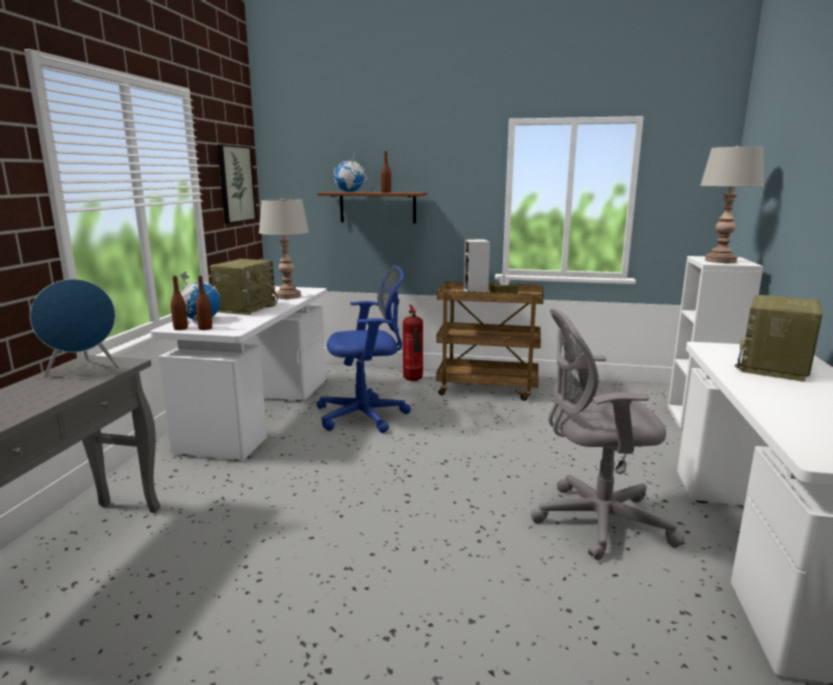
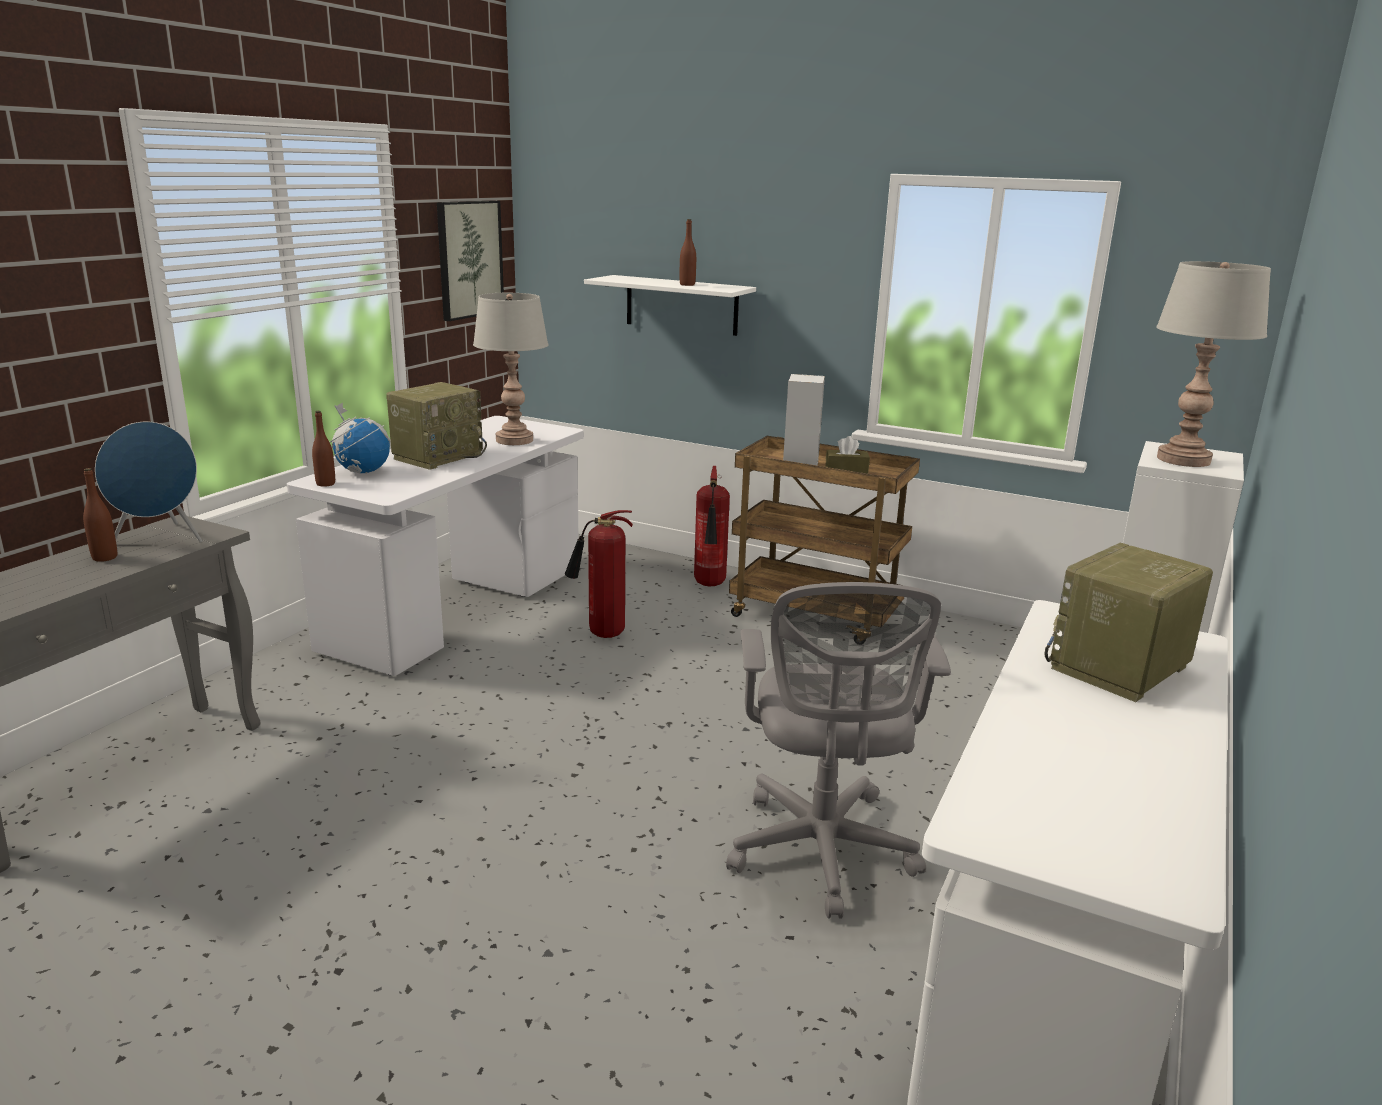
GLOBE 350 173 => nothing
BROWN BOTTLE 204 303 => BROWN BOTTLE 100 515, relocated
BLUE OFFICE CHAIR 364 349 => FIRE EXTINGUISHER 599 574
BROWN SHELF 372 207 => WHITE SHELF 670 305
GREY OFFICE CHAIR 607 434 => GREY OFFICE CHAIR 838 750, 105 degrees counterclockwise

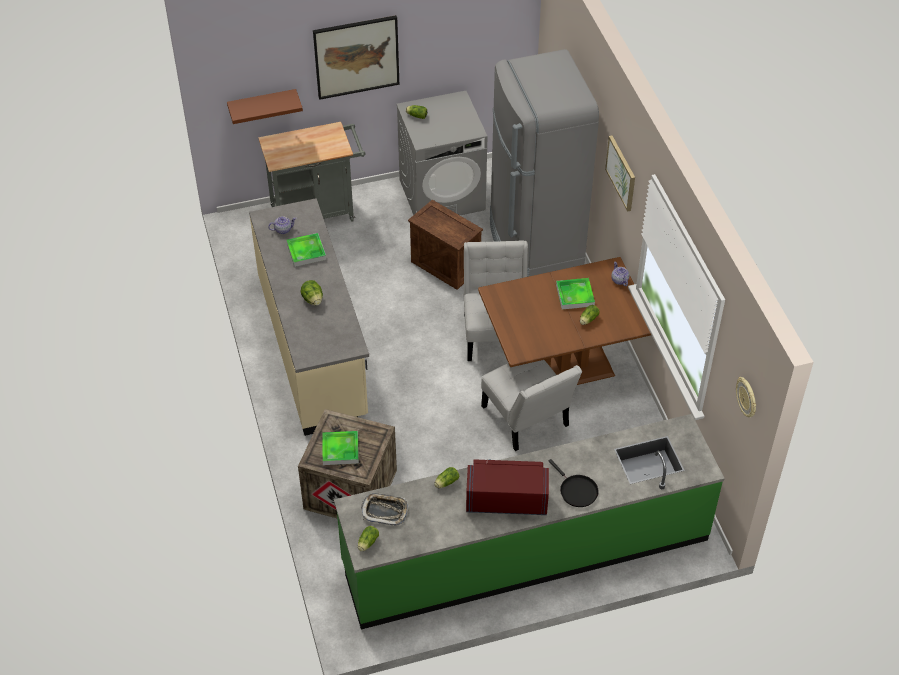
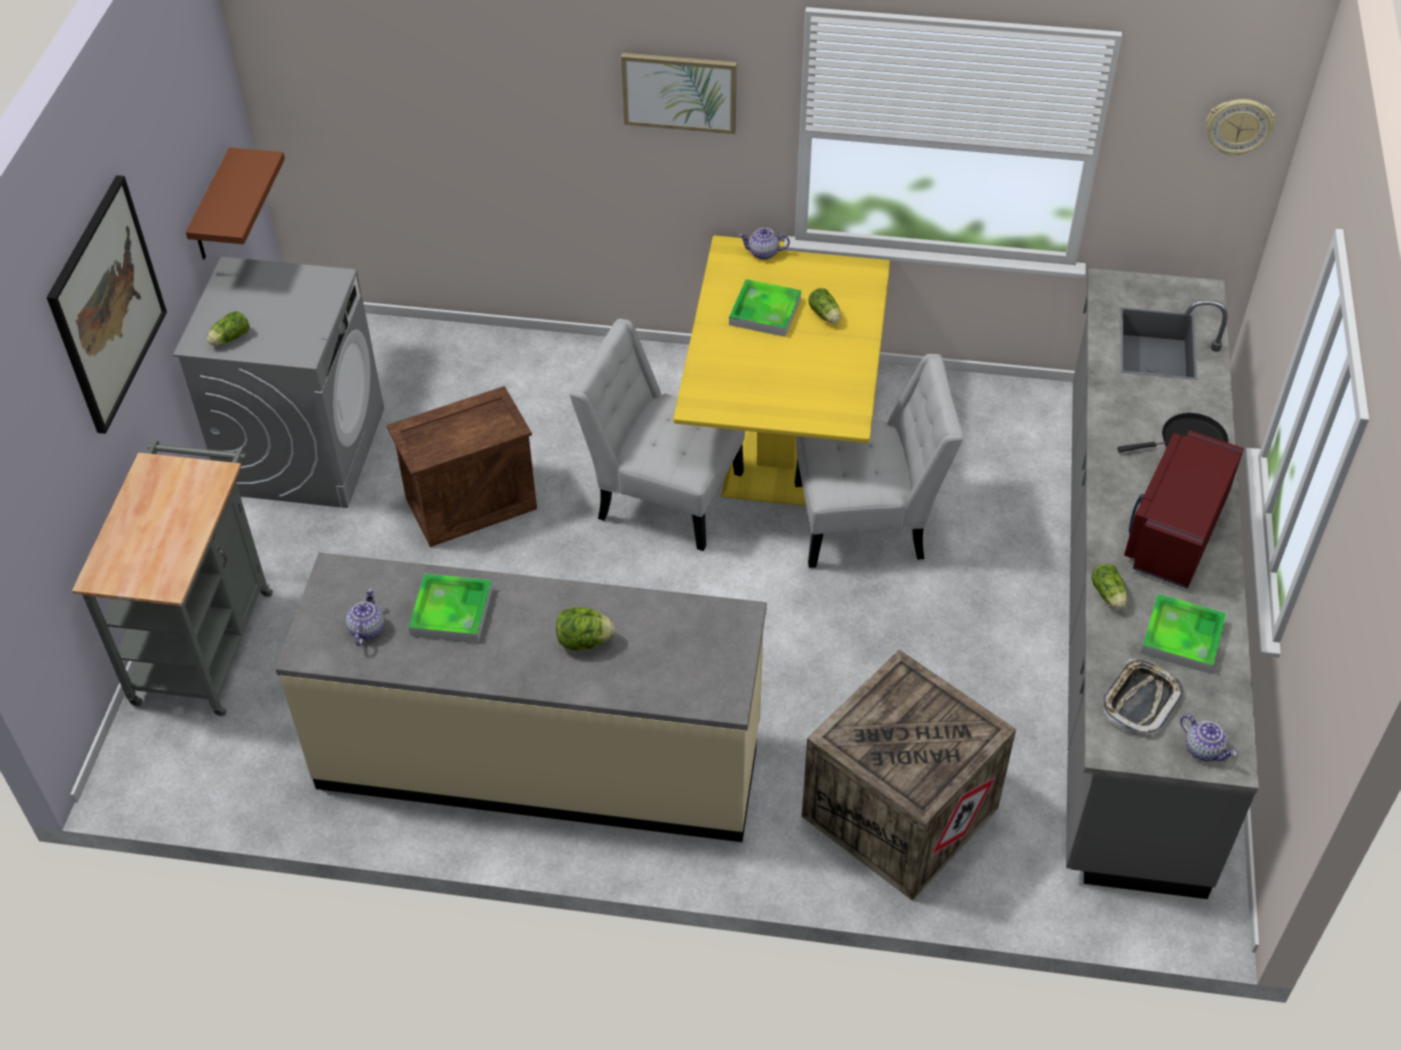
GREY FRIDGE 544 163 => nothing
BROWN SHELF 265 106 => BROWN SHELF 235 203, relocated
TRAY 341 448 => TRAY 1184 634, relocated
LETTUCE 368 539 => TEAPOT 1208 738
GREEN COUNTER 529 521 => GREY COUNTER 1162 583
BROWN DINING TABLE 564 321 => YELLOW DINING TABLE 782 370

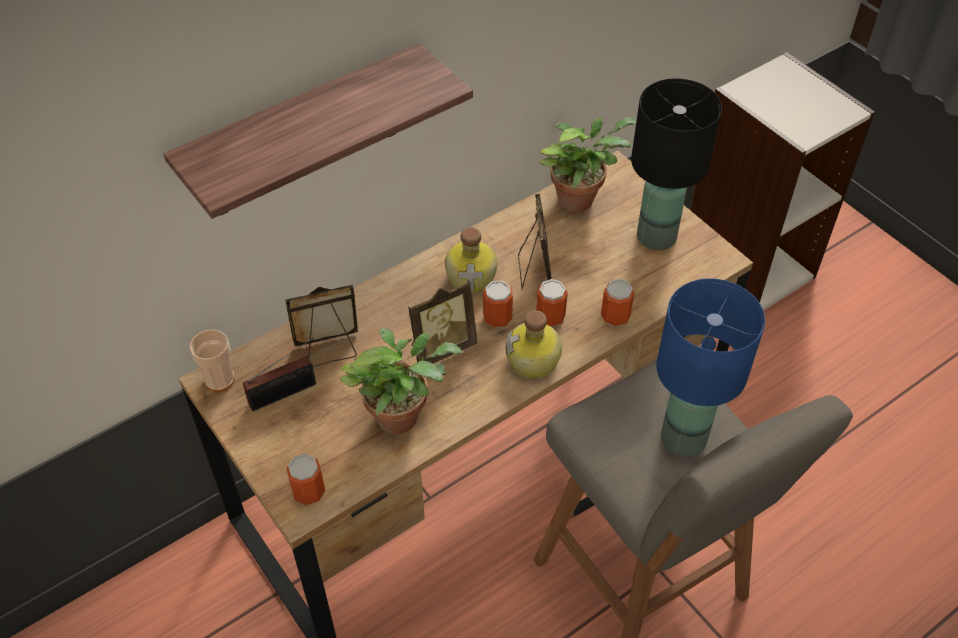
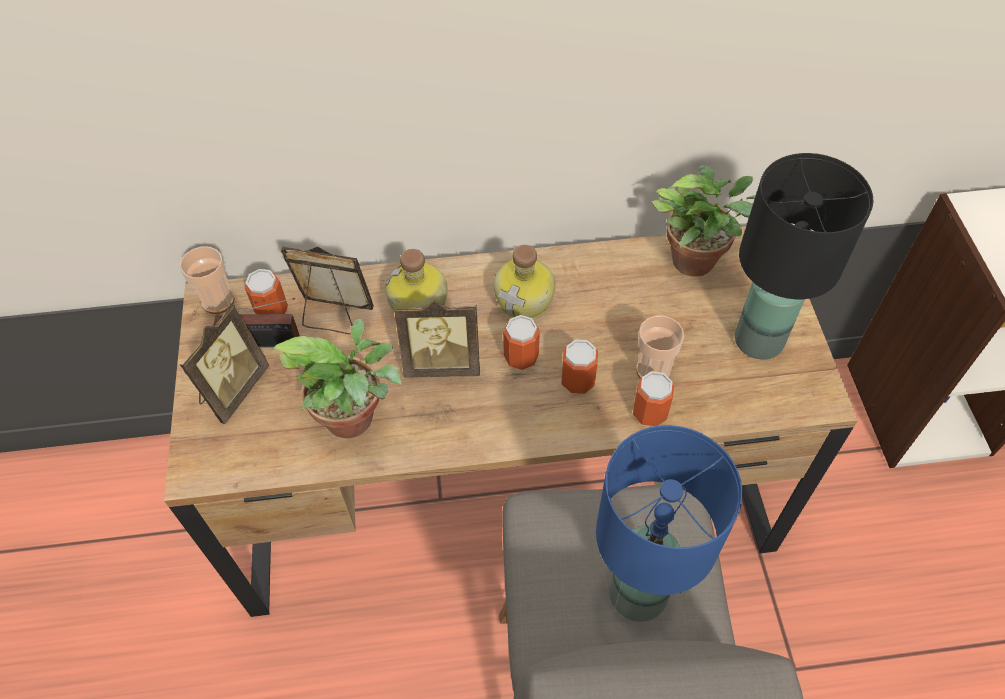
SHELF 318 131 => nothing
nothing => CUP 660 347
CAN 305 479 => CAN 266 291, relocated
BOTTLE 534 345 => BOTTLE 416 281, relocated
PICTURE FRAME 535 241 => PICTURE FRAME 224 363, relocated

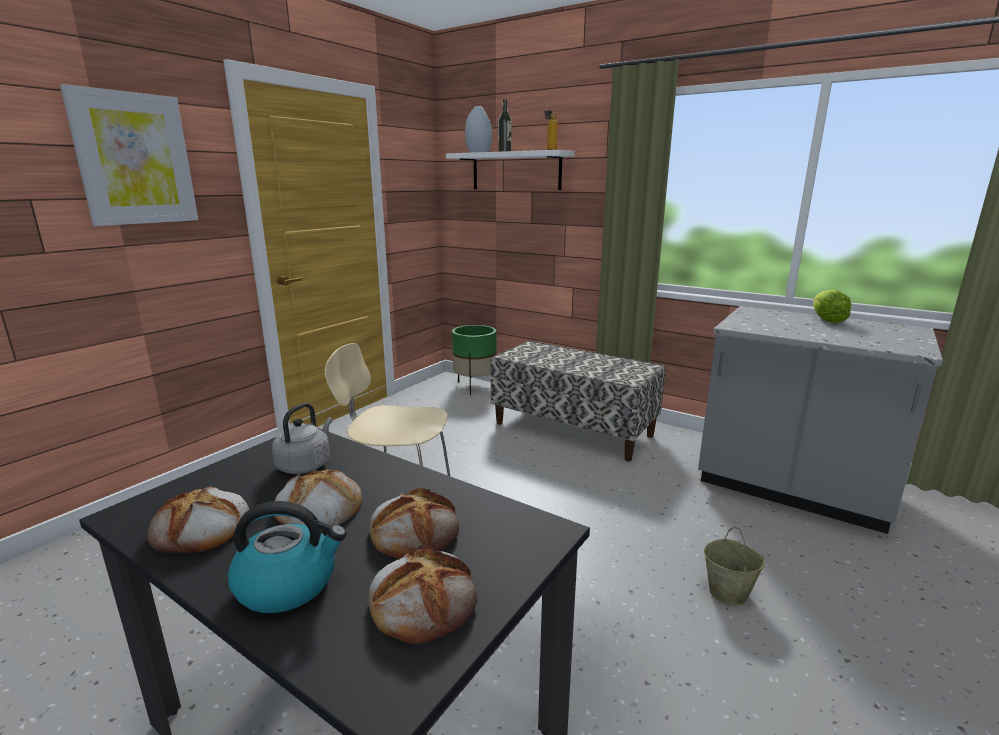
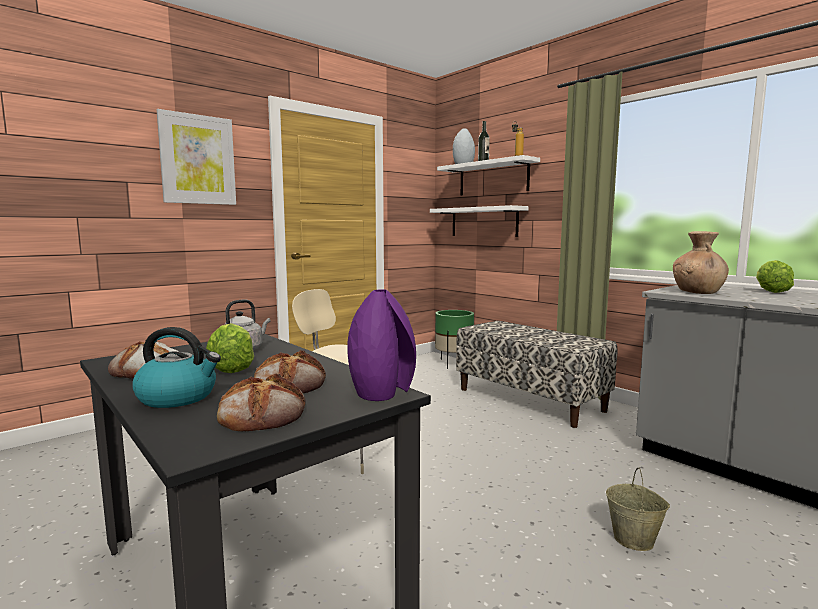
nothing => PURPLE VASE 381 345
nothing => WHITE SHELF 479 221
nothing => BROWN VASE 701 262
BREAD 318 499 => LETTUCE 230 348

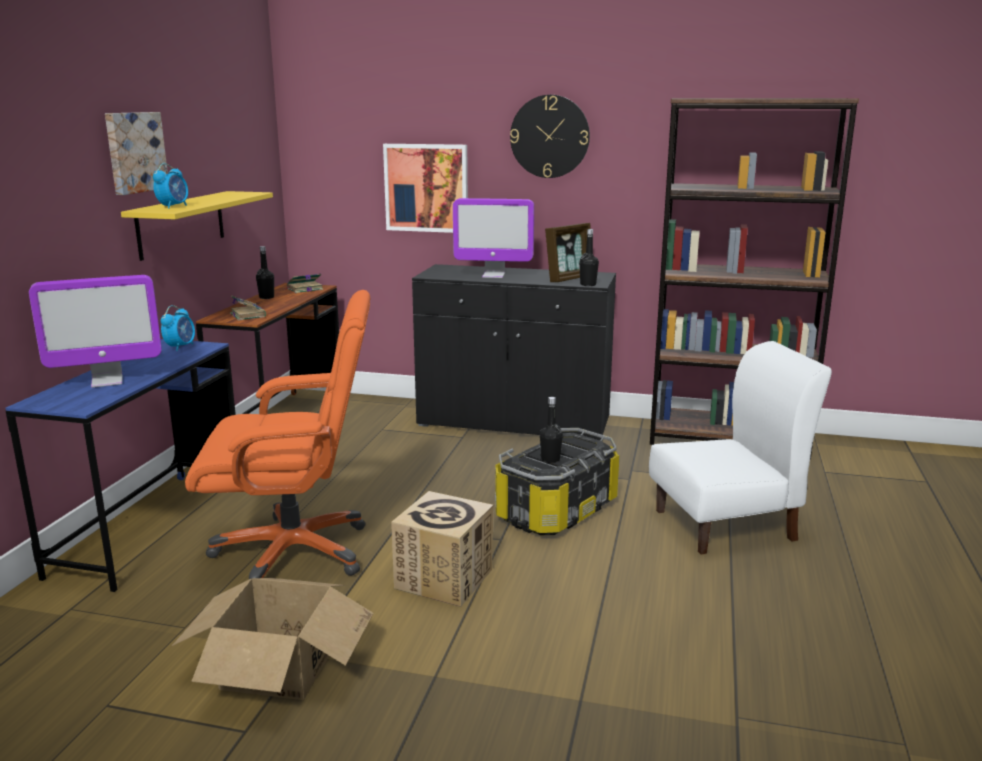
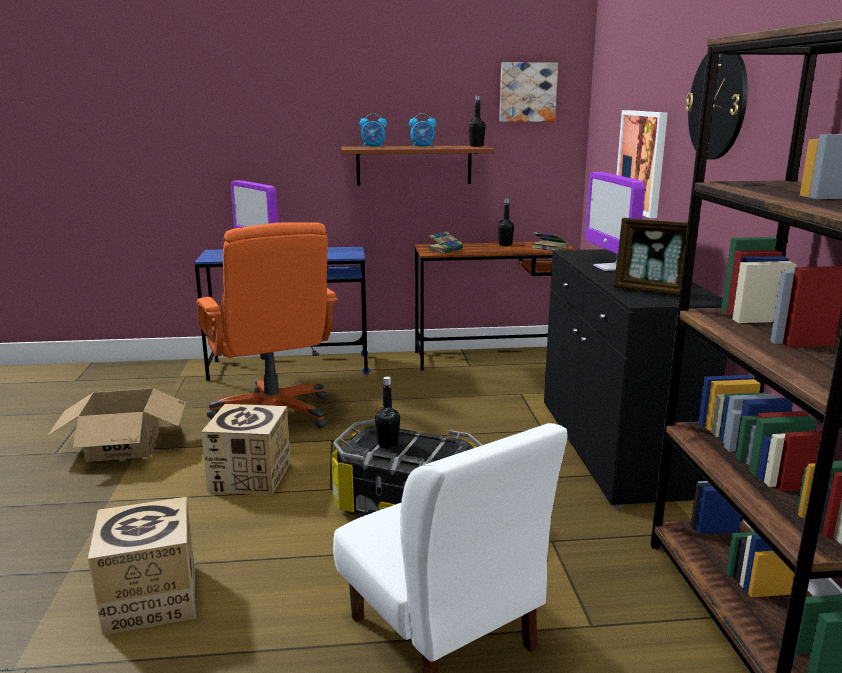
nothing => CARDBOARD BOX 142 566
PICTURE 136 153 => PICTURE 528 92, relocated
ALARM CLOCK 178 328 => ALARM CLOCK 423 130, relocated
BLACK BOTTLE 589 257 => BLACK BOTTLE 477 121, relocated
YELLOW SHELF 197 226 => BROWN SHELF 418 165

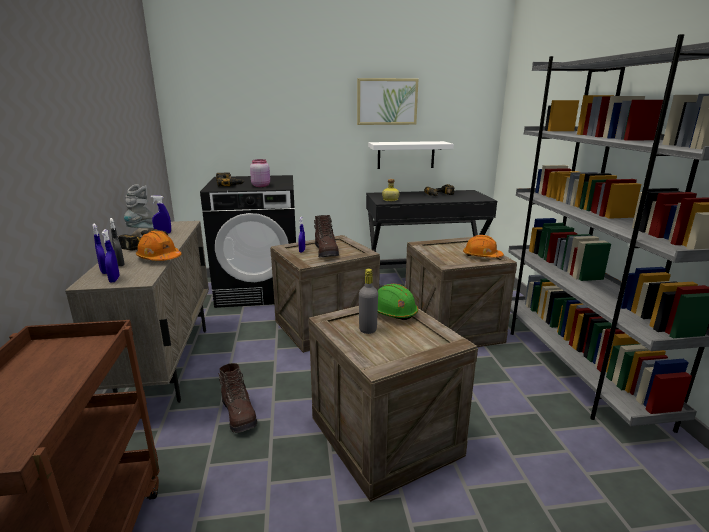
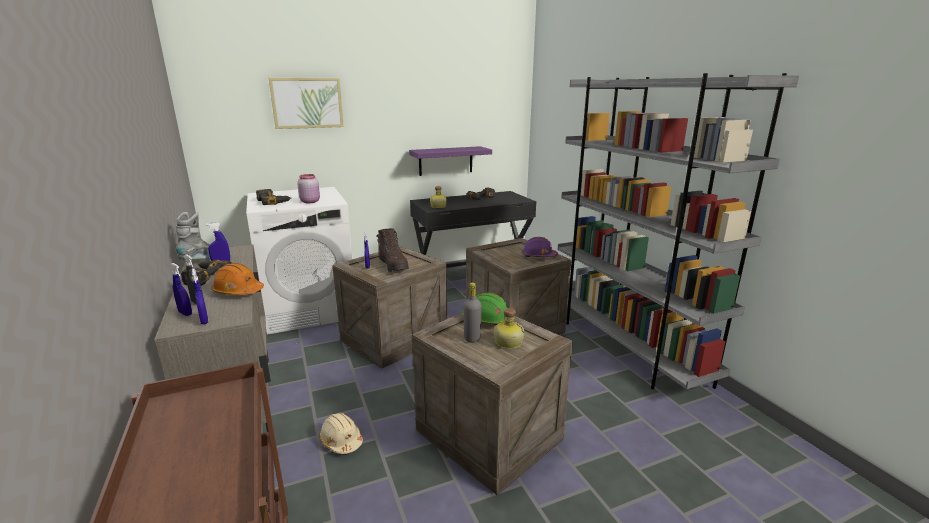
nothing => BOTTLE 509 328
PICTURE 387 101 => PICTURE 306 103, relocated
BROWN BOOT 237 398 => BEIGE HARD HAT 341 433
BLACK WASHING MACHINE 248 241 => WHITE WASHING MACHINE 299 261
WHITE SHELF 411 155 => PURPLE SHELF 450 161
ORANGE HARD HAT 483 246 => PURPLE HARD HAT 540 247

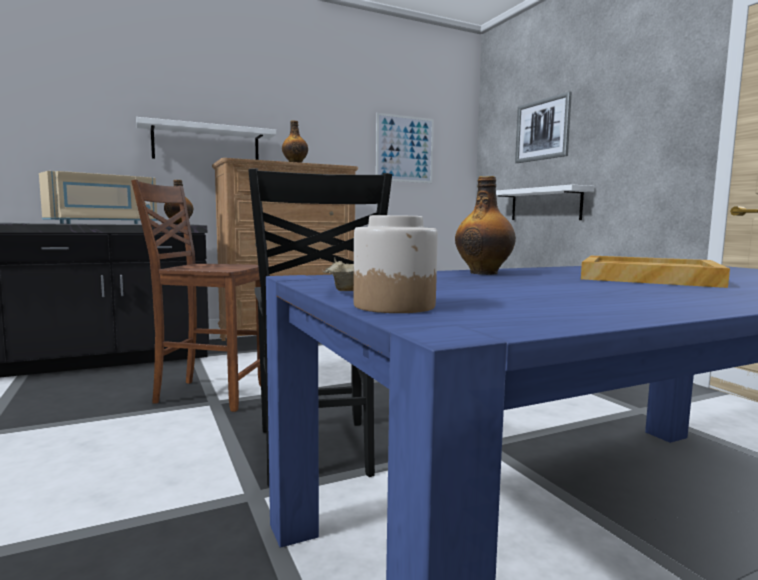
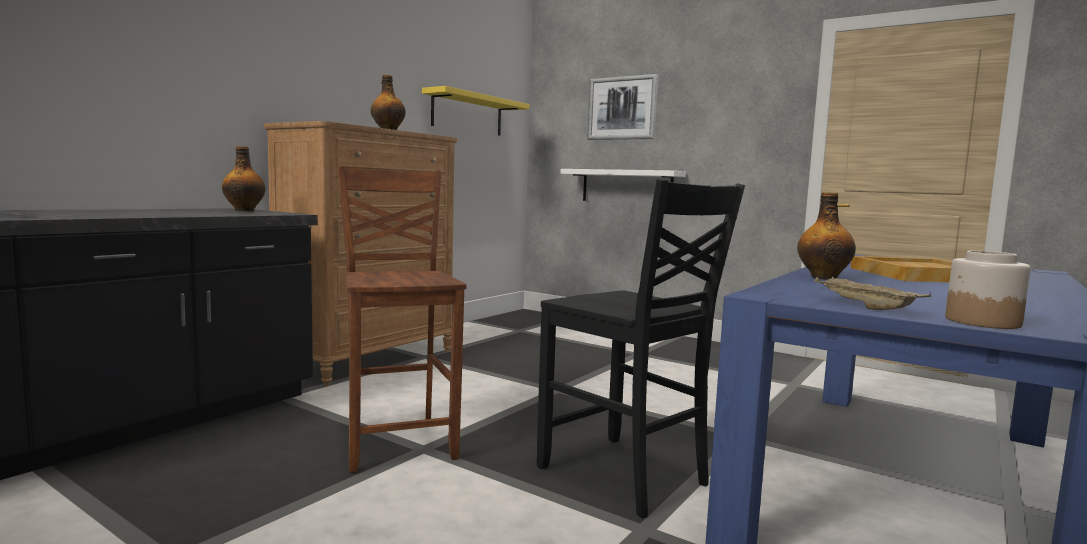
BEIGE MICROWAVE 98 197 => nothing
WHITE SHELF 206 138 => nothing
PICTURE 405 148 => YELLOW SHELF 475 110
BROWN CHAIR 196 296 => BROWN CHAIR 402 319, 90 degrees clockwise

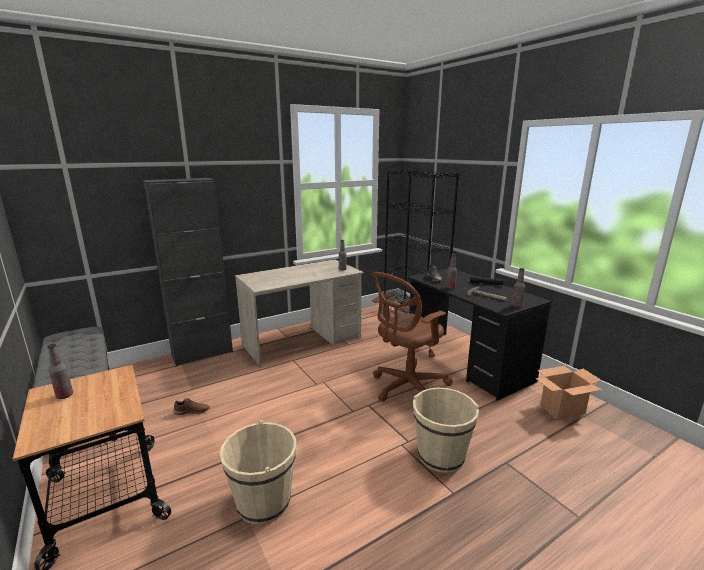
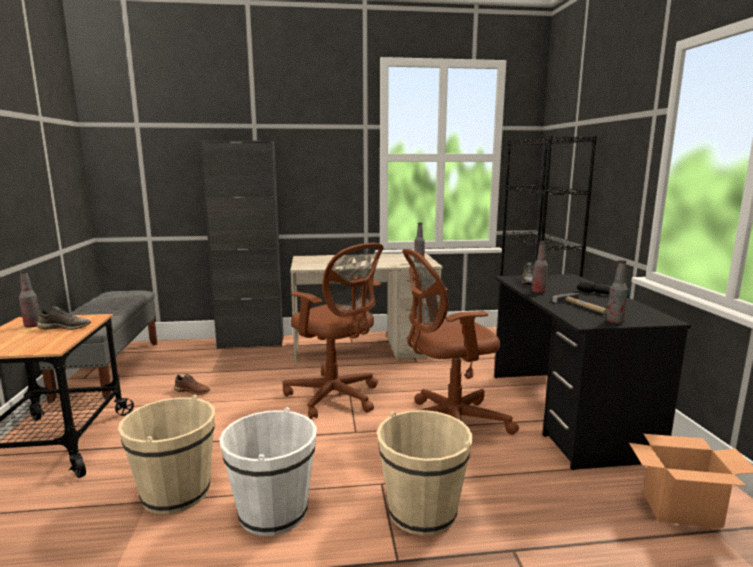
nothing => GREY SHOE 64 318
nothing => WHITE BUCKET 268 471
nothing => BROWN OFFICE CHAIR 333 331

